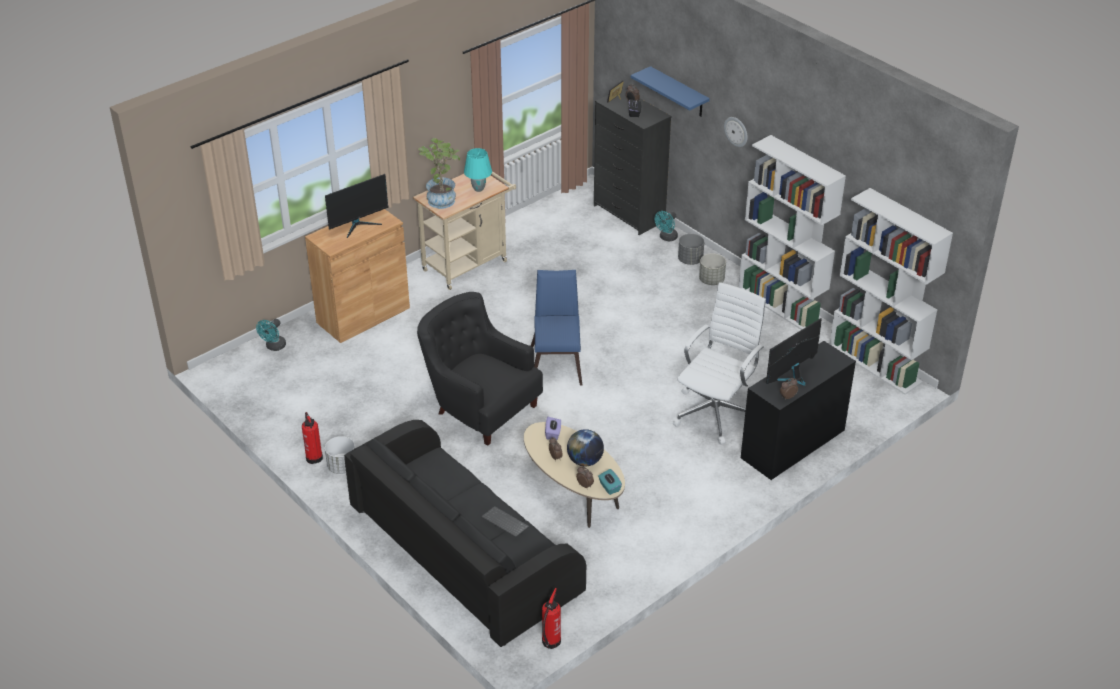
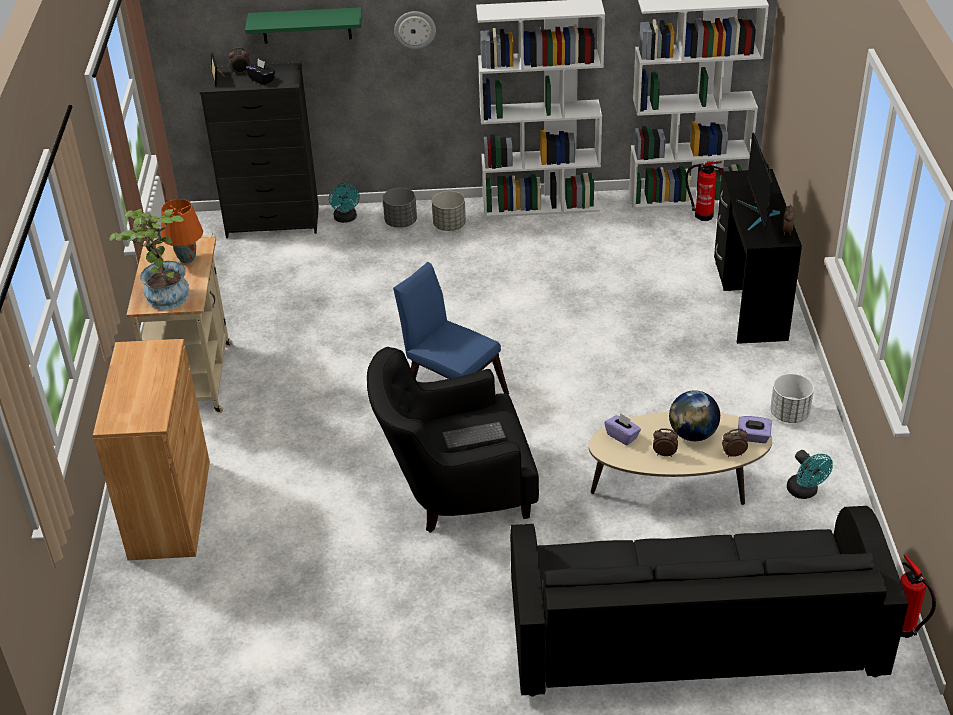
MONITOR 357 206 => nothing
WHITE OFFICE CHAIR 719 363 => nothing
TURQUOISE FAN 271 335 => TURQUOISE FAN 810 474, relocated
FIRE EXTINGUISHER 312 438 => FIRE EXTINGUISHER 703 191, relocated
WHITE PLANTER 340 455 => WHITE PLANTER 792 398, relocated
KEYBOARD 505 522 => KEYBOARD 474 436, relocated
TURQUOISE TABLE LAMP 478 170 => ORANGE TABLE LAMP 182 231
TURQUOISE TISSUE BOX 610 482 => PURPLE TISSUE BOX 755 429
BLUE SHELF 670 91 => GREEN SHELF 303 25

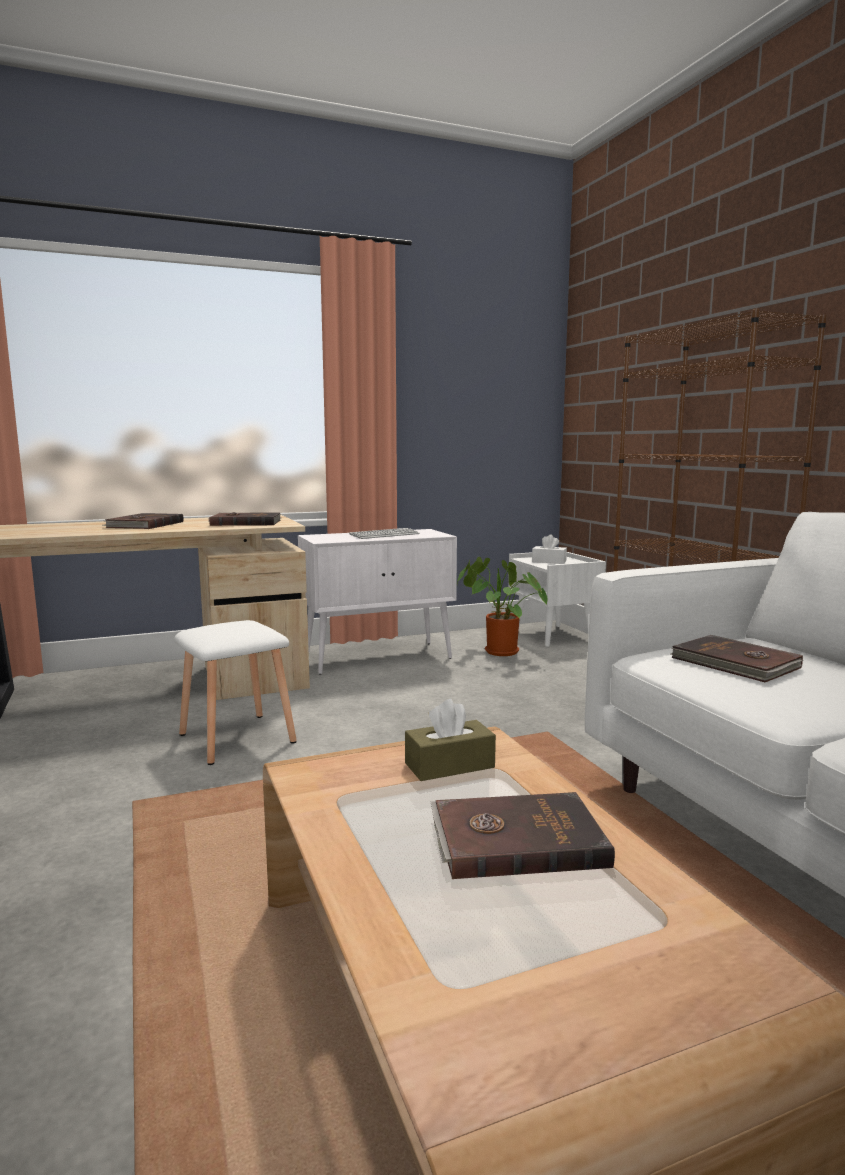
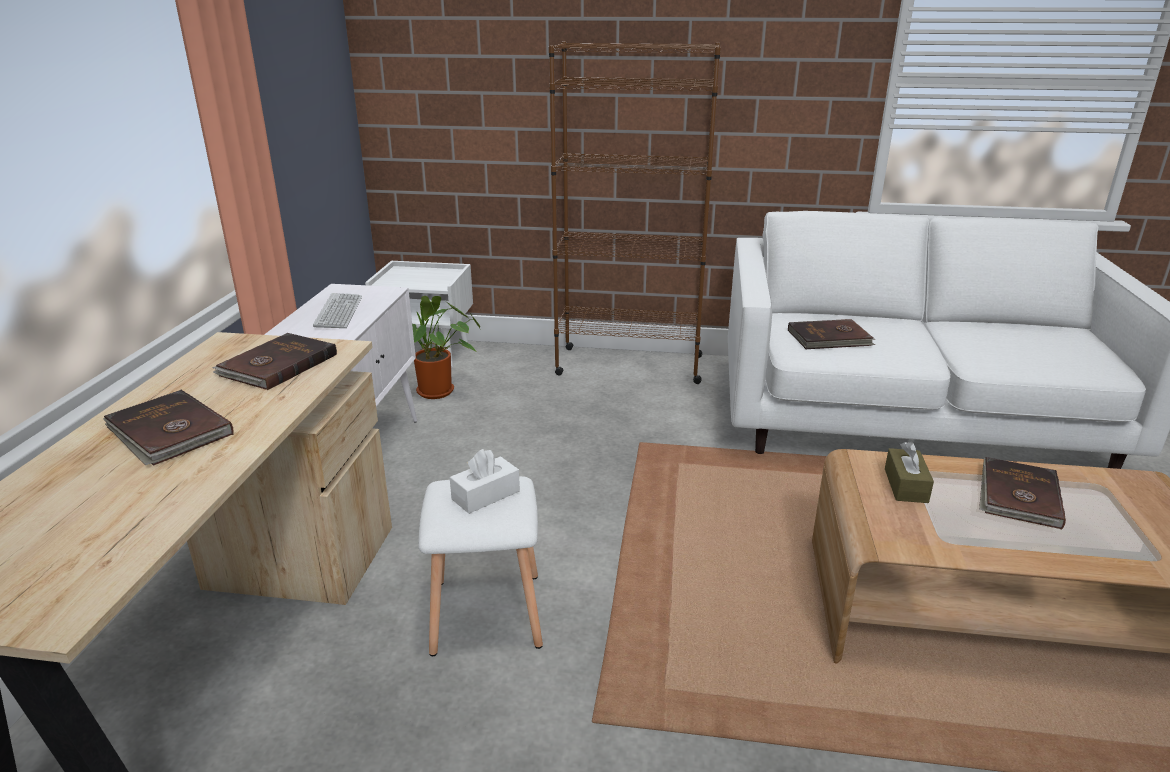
WHITE TISSUE BOX 549 549 => WHITE TISSUE BOX 485 481, relocated

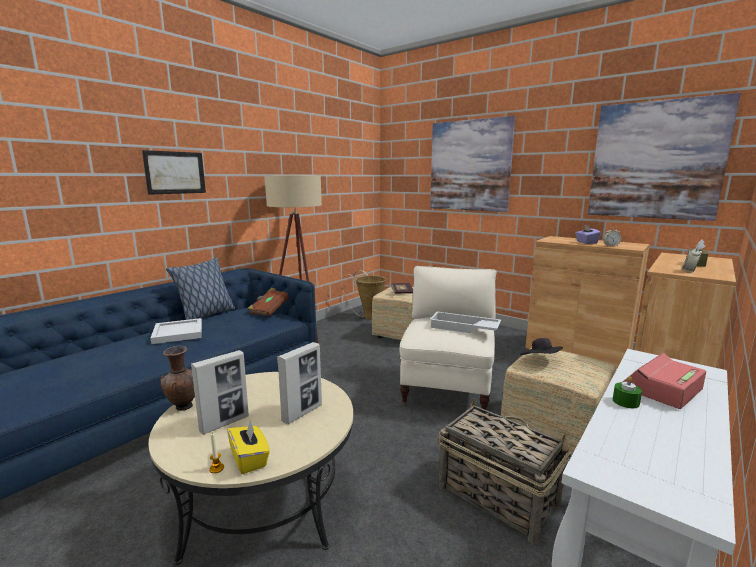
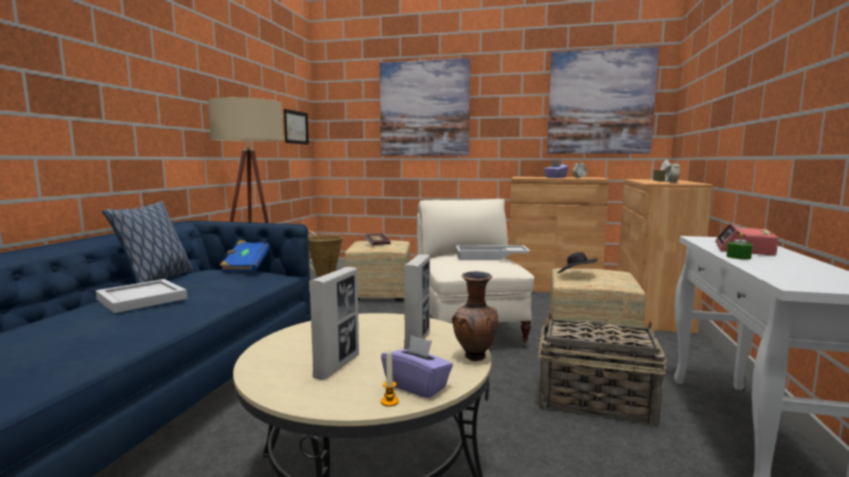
PICTURE 174 172 => PICTURE 296 127, relocated
BROWN VASE 177 378 => BROWN VASE 475 316, relocated
YELLOW TISSUE BOX 248 447 => PURPLE TISSUE BOX 417 366
BROWN BOOK 268 302 => BLUE BOOK 245 256

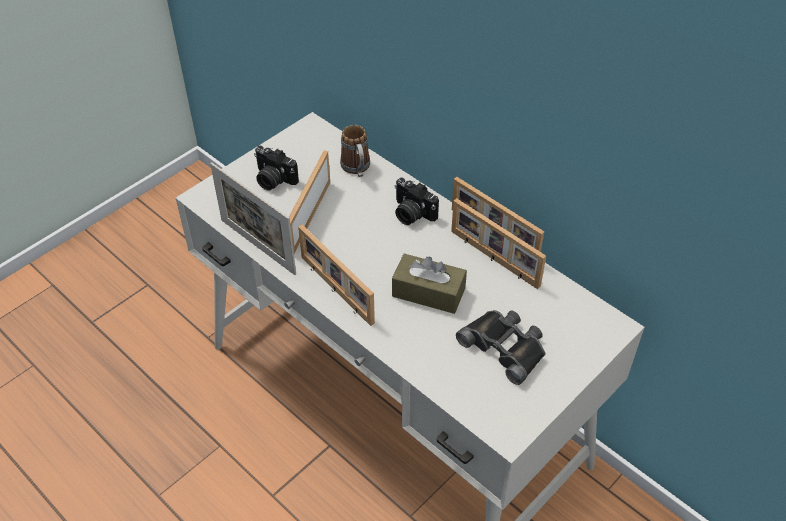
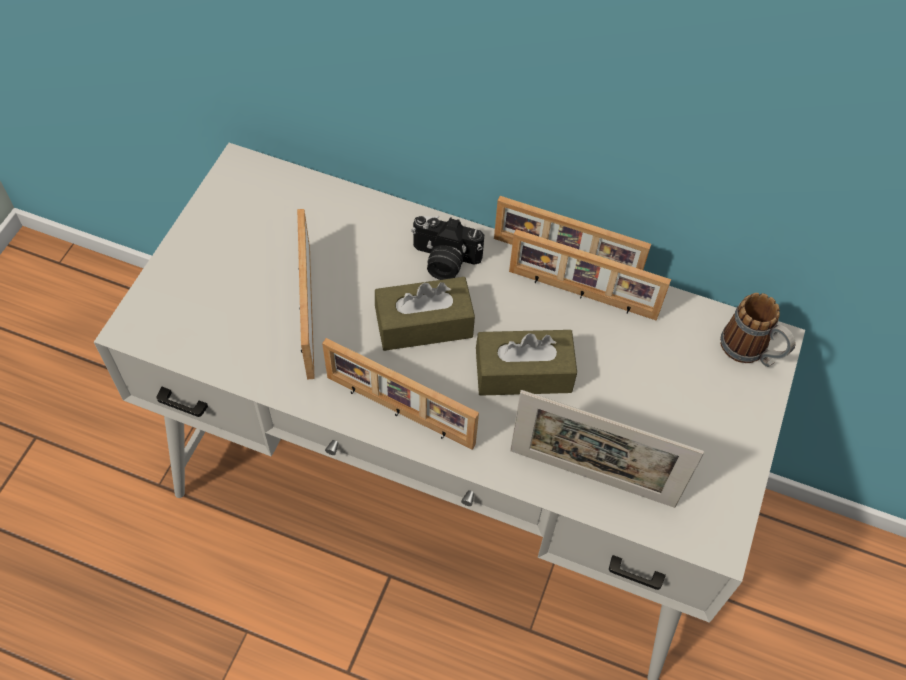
PHOTO CAMERA 276 168 => nothing
BLACK BINOCULARS 500 347 => nothing
nothing => BROWN TISSUE BOX 425 314
PICTURE FRAME 253 218 => PICTURE FRAME 607 449, relocated
MUG 355 151 => MUG 758 330, relocated

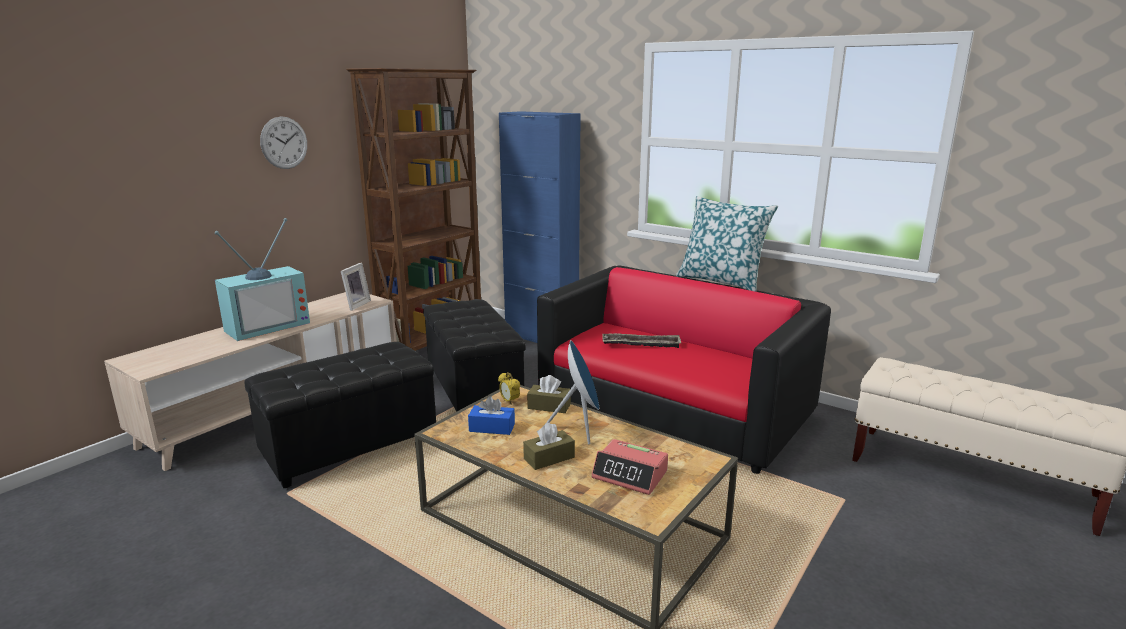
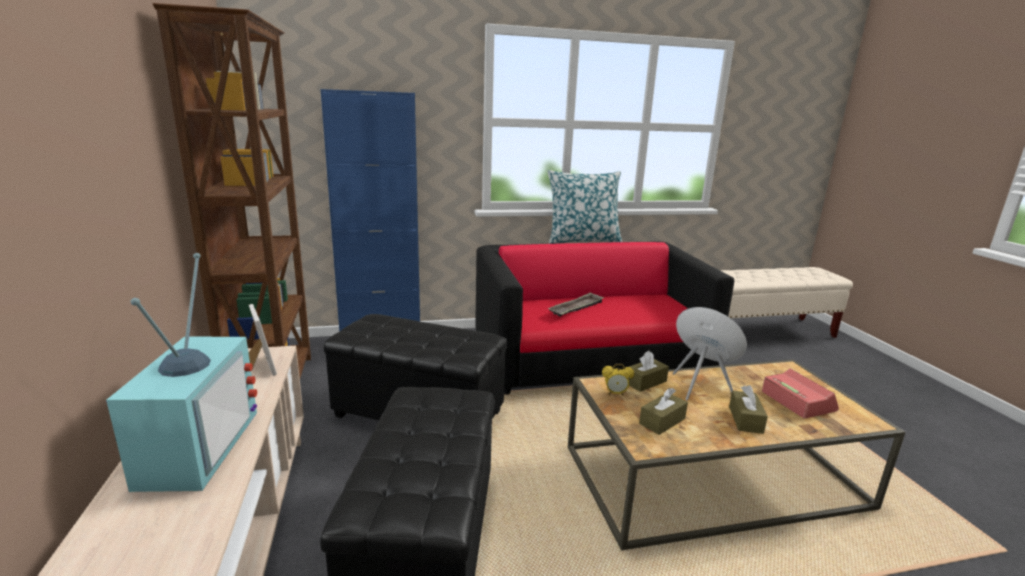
WALL CLOCK 283 143 => nothing
BLUE TISSUE BOX 491 415 => BROWN TISSUE BOX 663 411
ALARM CLOCK 629 467 => ALARM CLOCK 800 394, 90 degrees counterclockwise

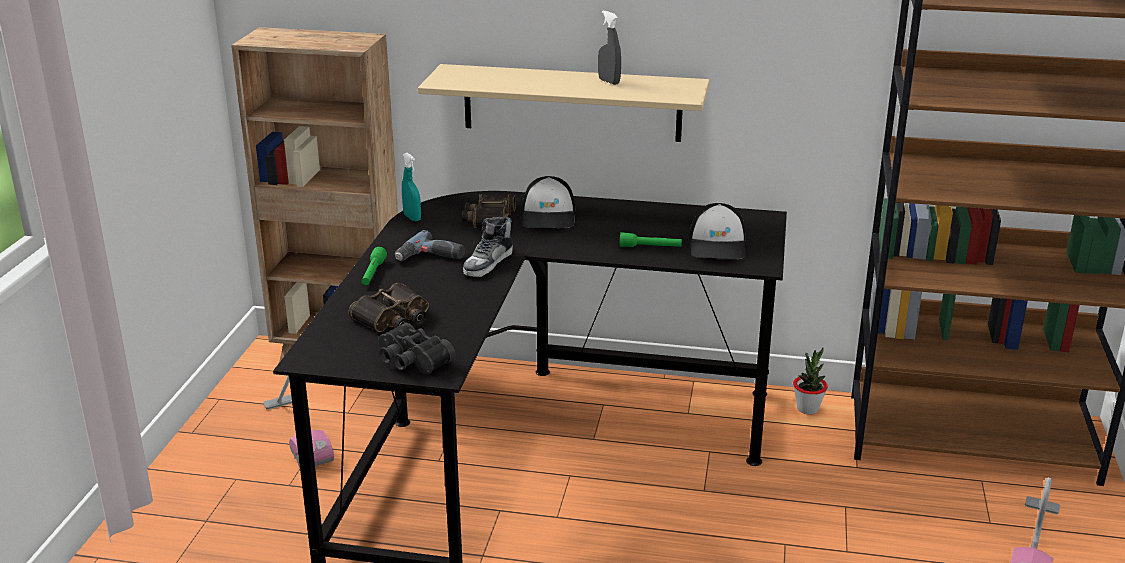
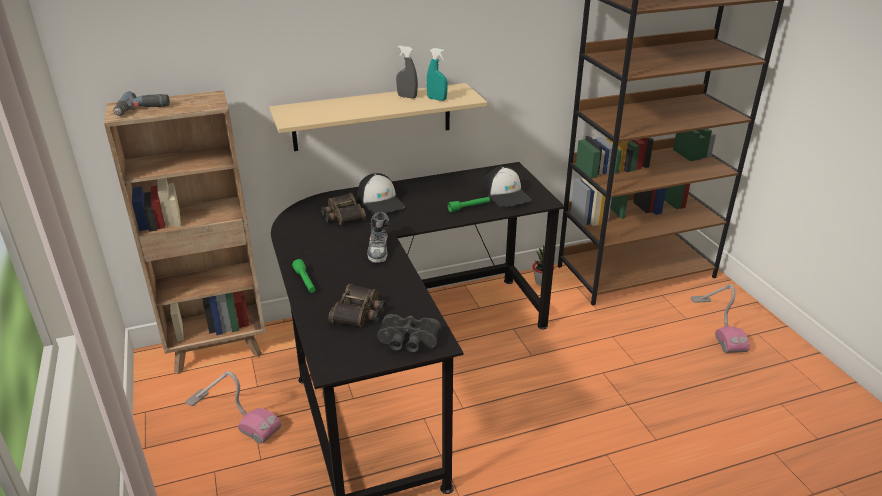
POWER DRILL 430 245 => POWER DRILL 141 103, relocated
TURQUOISE SPRAY BOTTLE 411 187 => TURQUOISE SPRAY BOTTLE 437 74, relocated

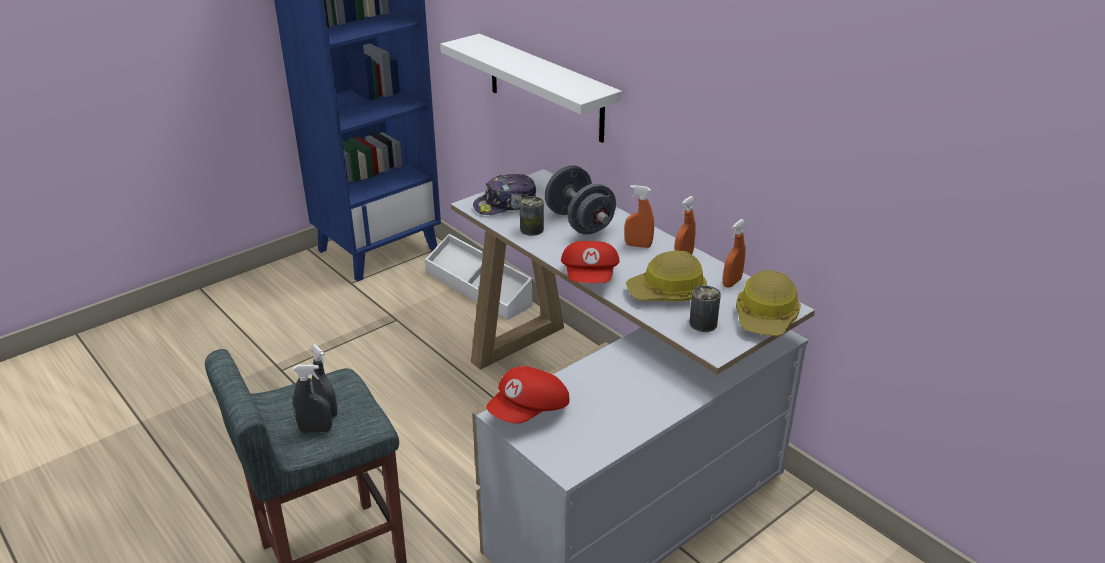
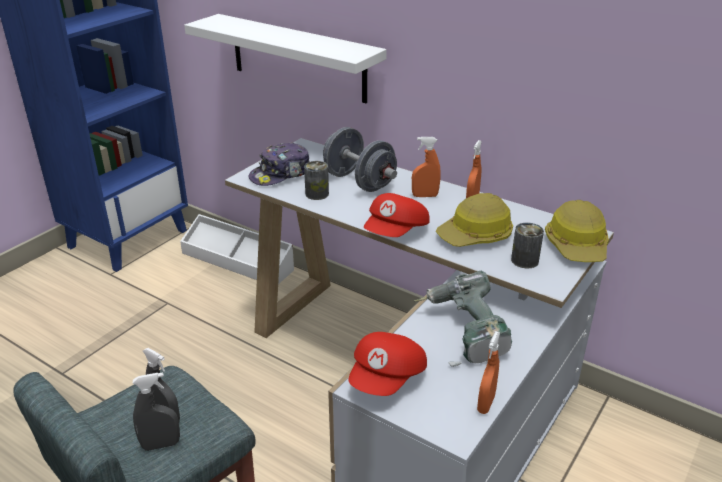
nothing => POWER DRILL 463 319
ORANGE SPRAY BOTTLE 734 253 => ORANGE SPRAY BOTTLE 488 372, relocated
RED CAP 590 262 => RED CAP 397 215, 45 degrees clockwise

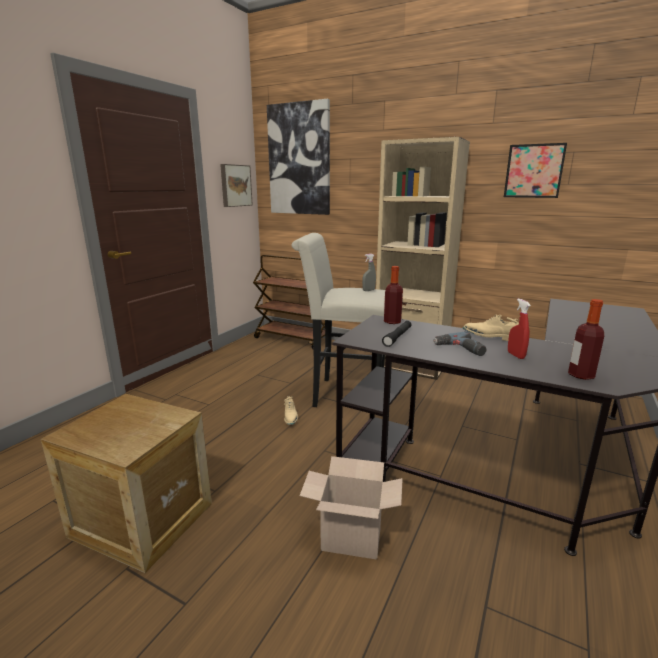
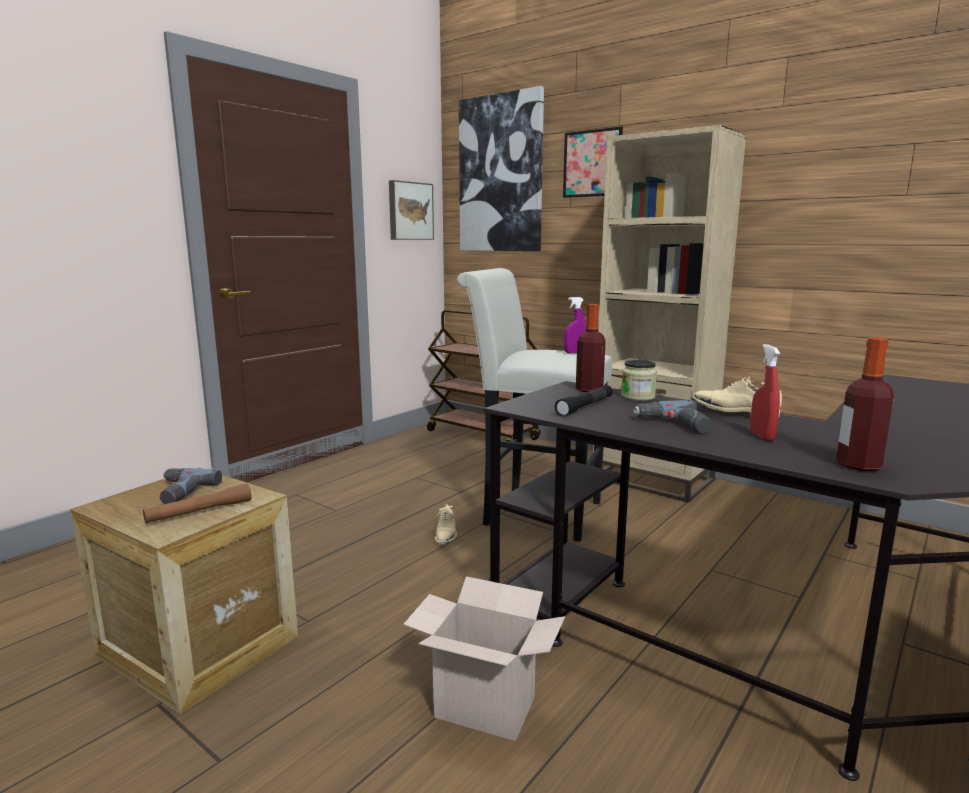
nothing => BROWN FLASHLIGHT 197 503
nothing => POWER DRILL 191 486
nothing => JAR 639 380
PICTURE 535 170 => PICTURE 593 162, relocated
GREY SPRAY BOTTLE 369 272 => PURPLE SPRAY BOTTLE 575 325

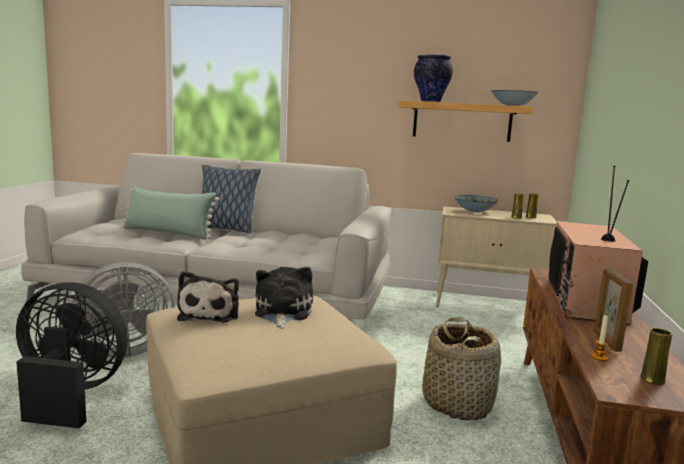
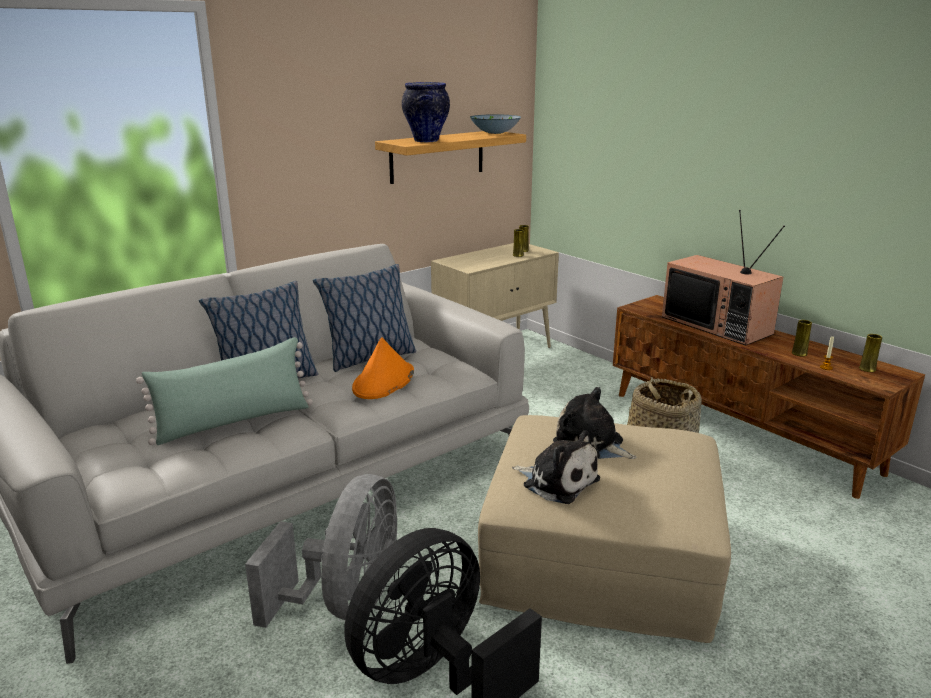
BOWL 476 203 => nothing
nothing => PILLOW 364 318
nothing => ORANGE HAT 383 368
PICTURE FRAME 613 310 => YELLOW VASE 802 338

